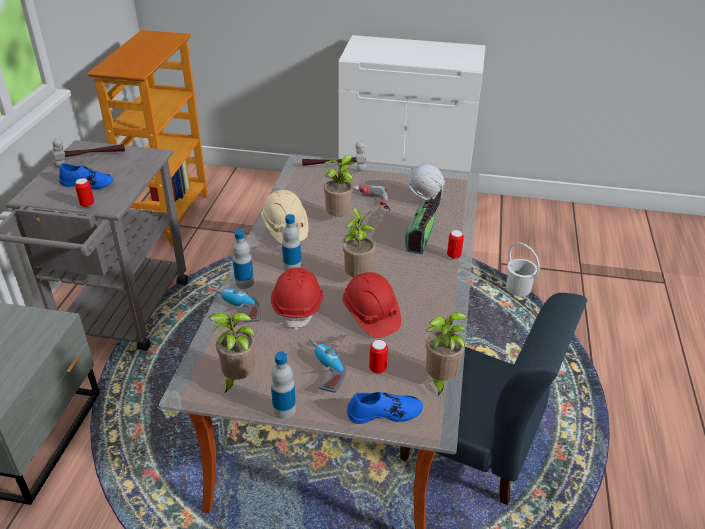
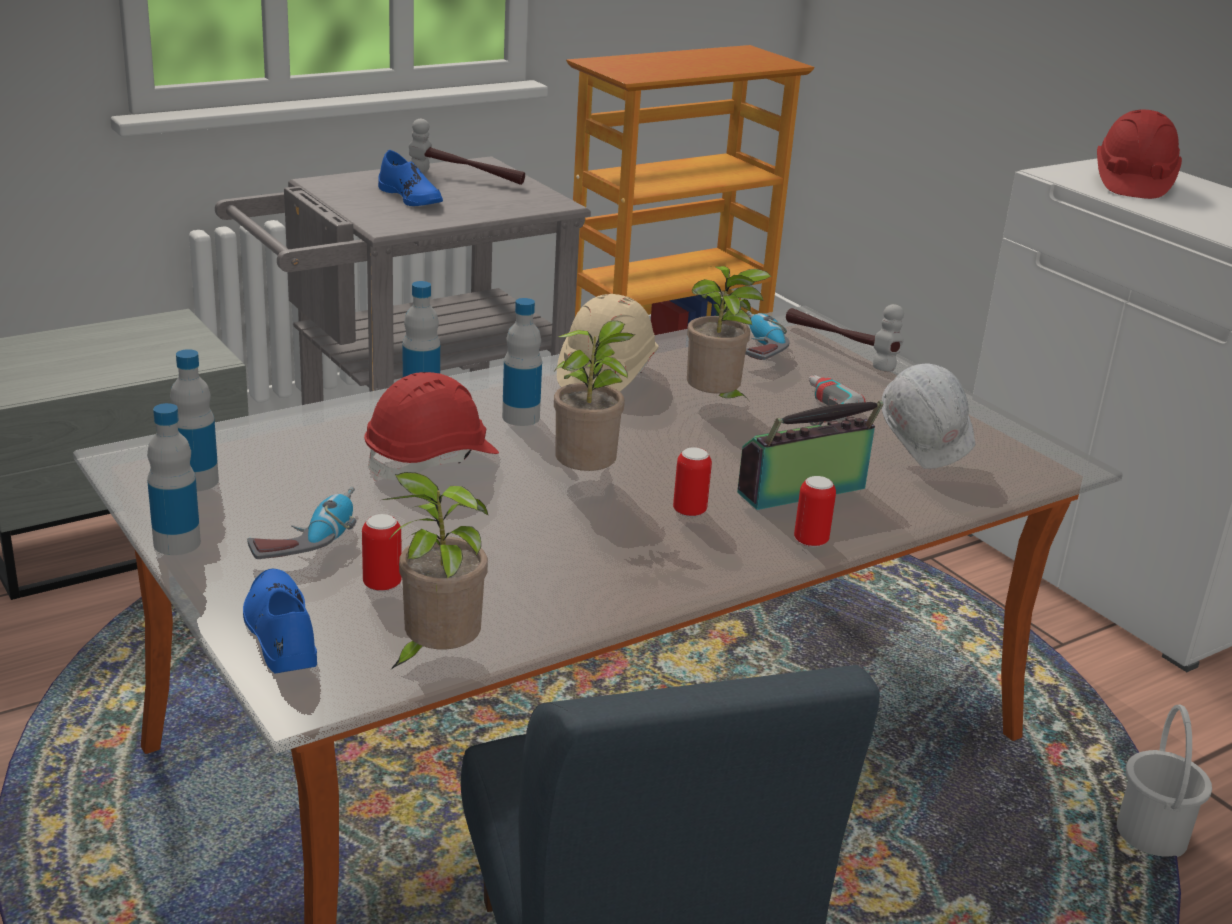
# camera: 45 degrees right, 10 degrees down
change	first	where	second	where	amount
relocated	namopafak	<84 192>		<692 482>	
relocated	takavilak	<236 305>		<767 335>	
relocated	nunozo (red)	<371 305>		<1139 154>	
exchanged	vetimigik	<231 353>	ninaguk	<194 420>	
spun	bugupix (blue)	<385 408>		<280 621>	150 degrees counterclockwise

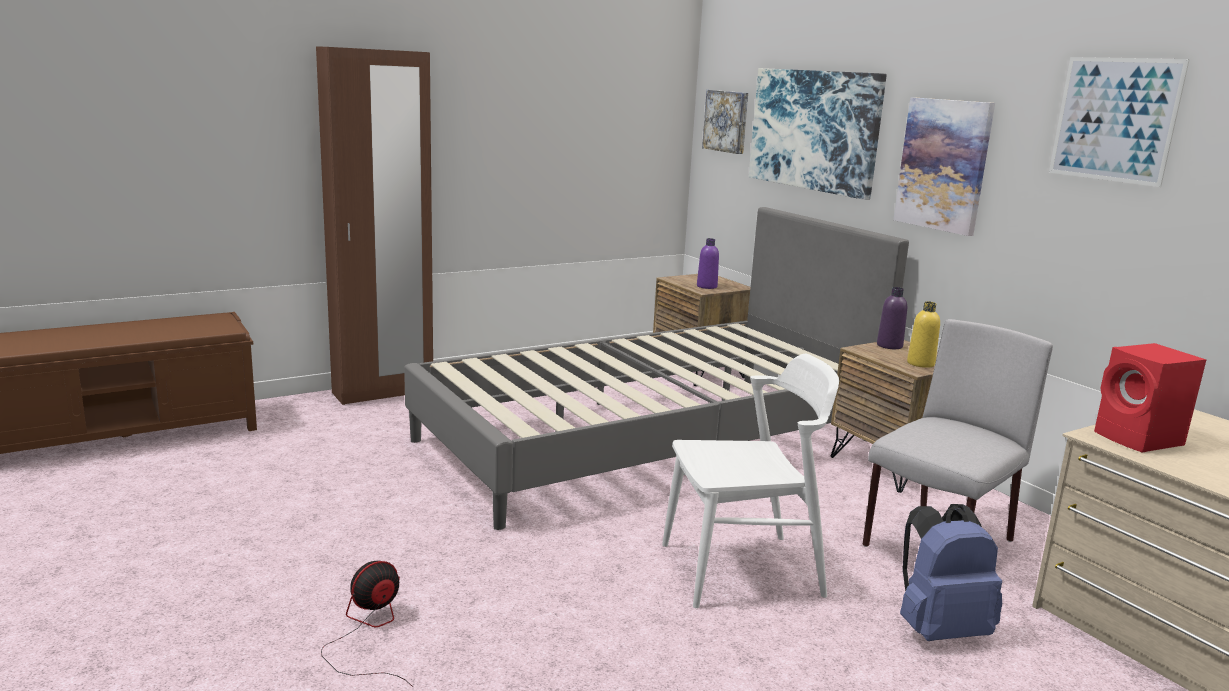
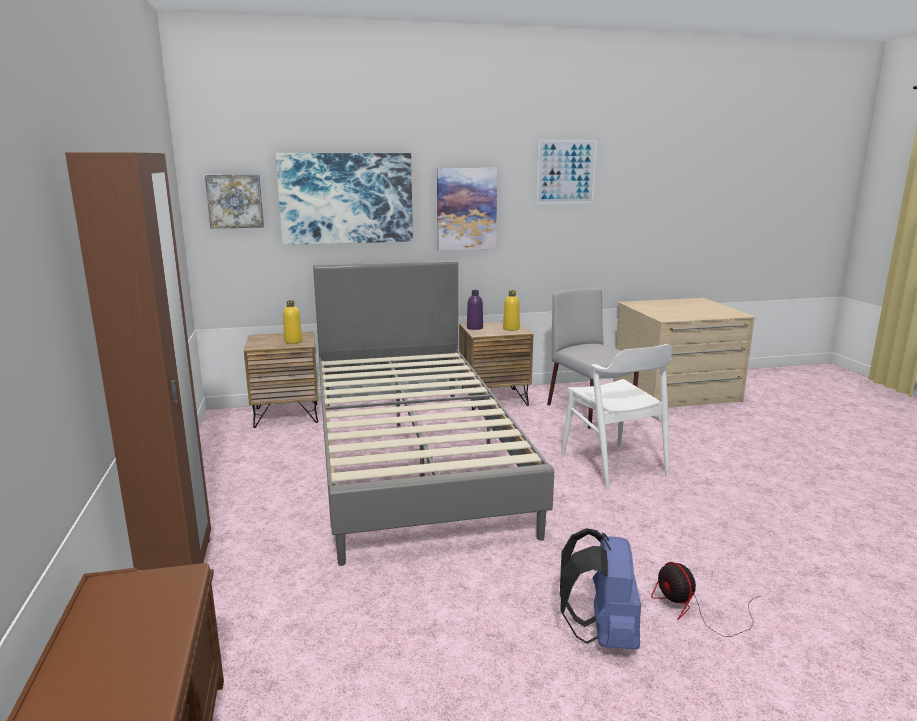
# camera: 70 degrees left, 0 degrees up
change	first	where	second	where	amount
missing	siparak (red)	<1150 398>			
relocated	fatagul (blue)	<951 572>		<600 588>	
colour	ninaguk (purple)	<708 263>	ninaguk (yellow)	<292 322>	
spun	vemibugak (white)	<750 481>		<616 417>	150 degrees clockwise

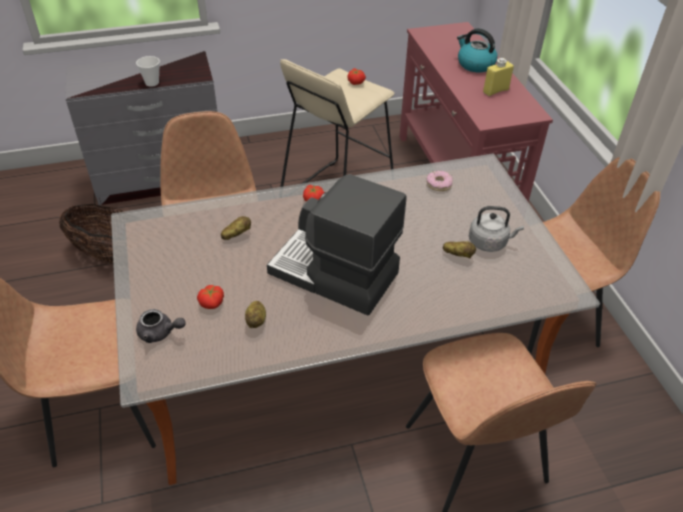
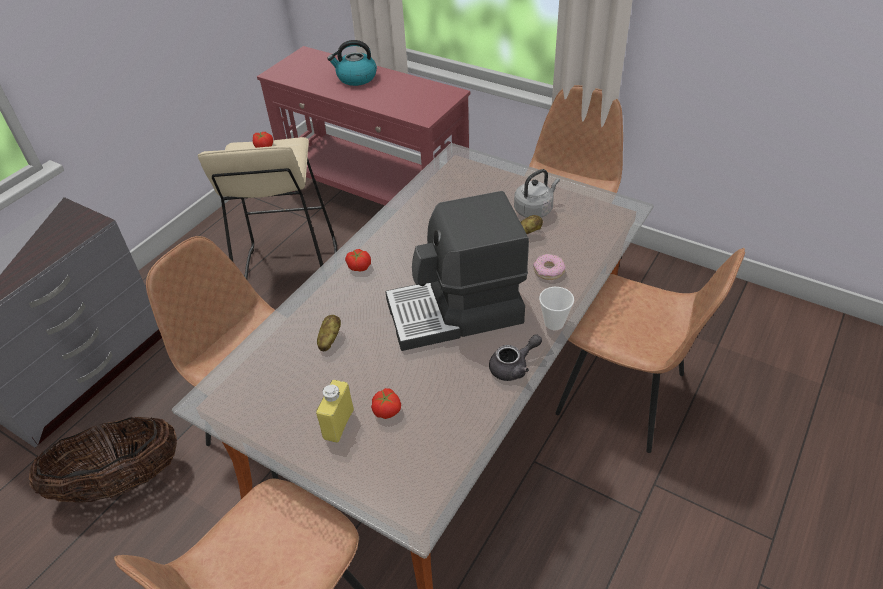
# camera: 40 degrees left, 0 degrees up
change	first	where	second	where	amount
missing	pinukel	<255 314>			
relocated	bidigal	<148 71>		<556 308>	
relocated	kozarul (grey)	<160 326>		<515 357>	
relocated	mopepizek	<439 181>		<549 267>	
relocated	ninaguk (yellow)	<498 77>		<335 411>	

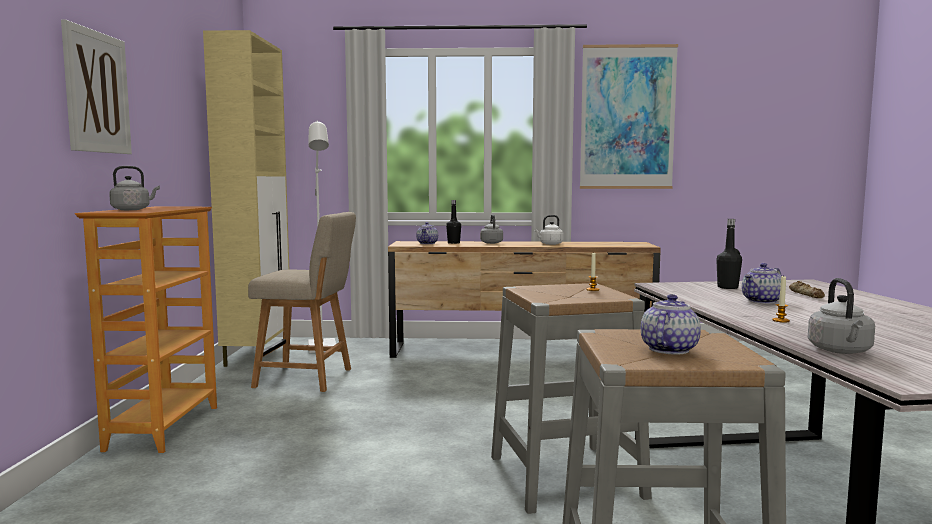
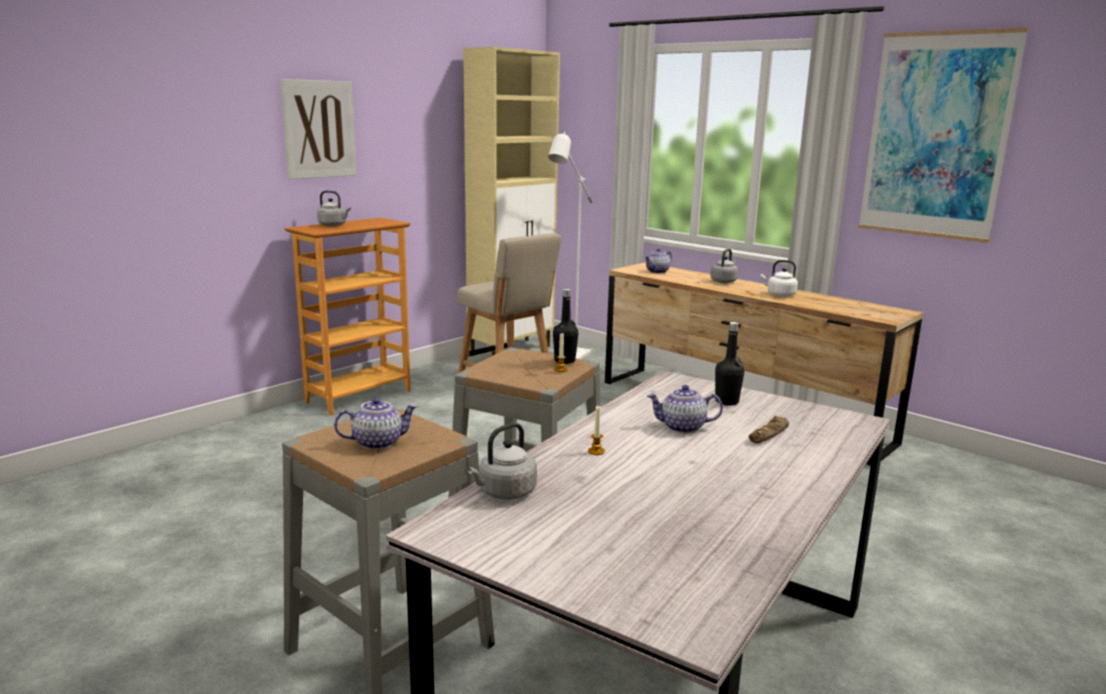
# camera: 40 degrees right, 10 degrees up
change	first	where	second	where	amount
relocated	ninaguk (black)	<453 222>		<565 326>	

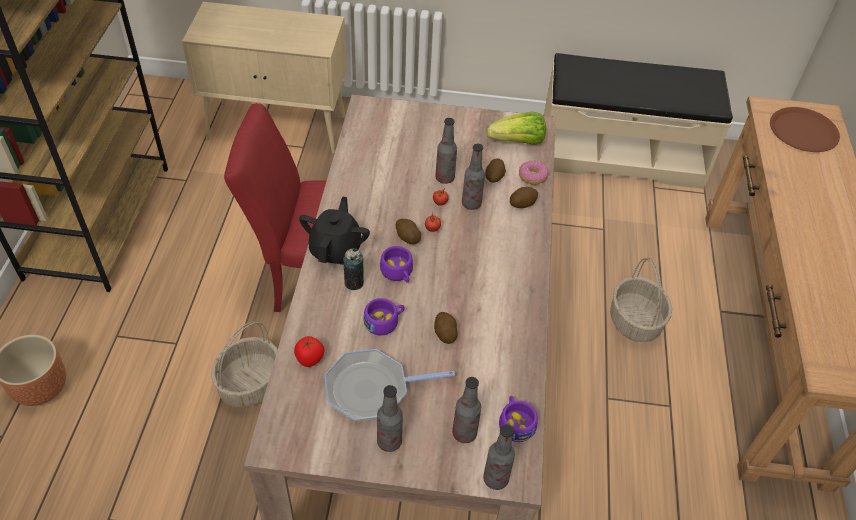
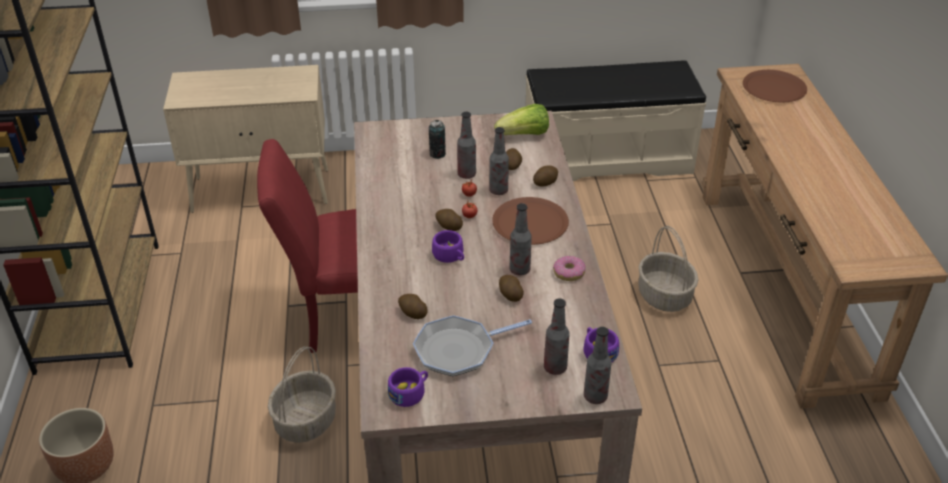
# camera: 10 degrees left, 10 degrees down
change	first	where	second	where	amount
missing	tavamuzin	<309 351>			
missing	kozarul (black)	<334 230>			
appeared			pinukel	<413 306>	
appeared			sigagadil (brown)	<530 221>	
relocated	namopafak	<353 269>		<437 139>	
relocated	bidigal (purple)	<384 316>		<408 387>	
relocated	ninaguk	<390 418>		<520 239>	
relocated	mopepizek	<534 173>		<569 268>	

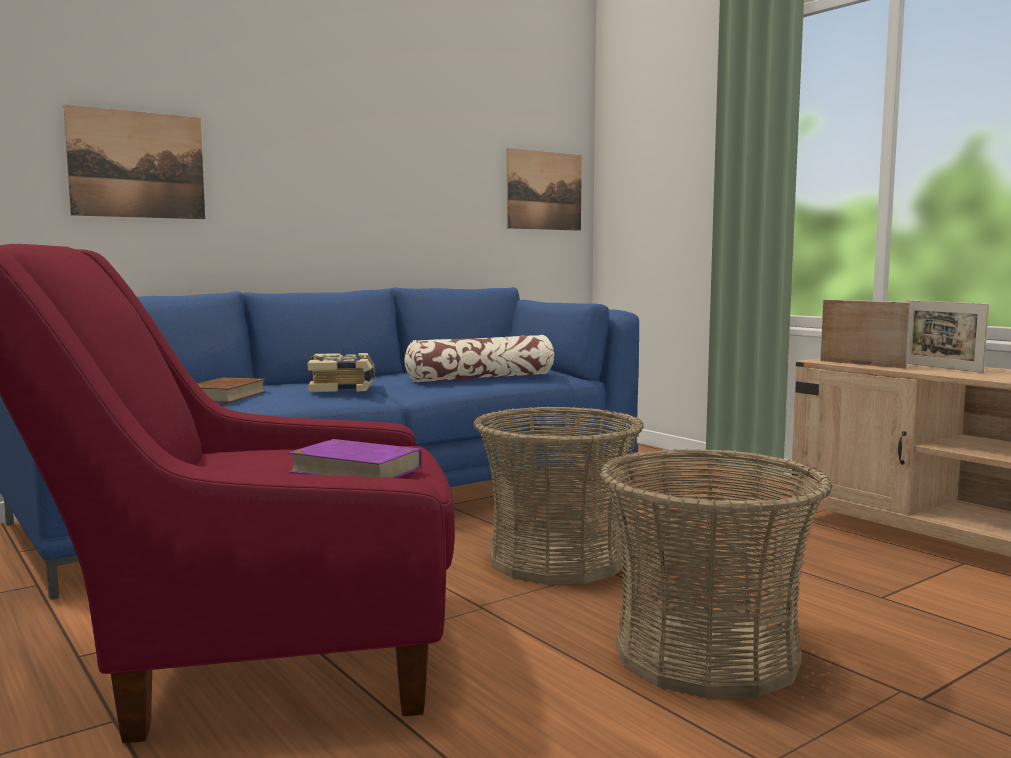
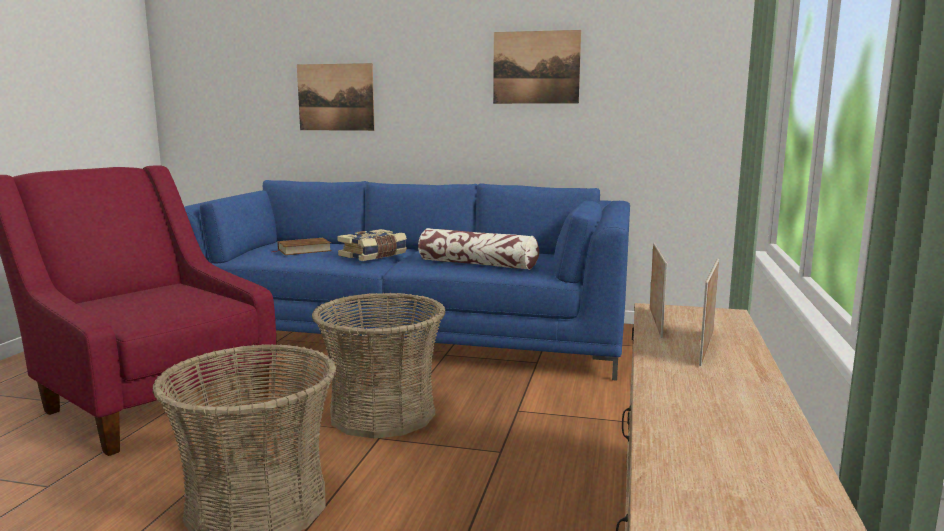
# camera: 50 degrees right, 5 degrees up
change	first	where	second	where	amount
missing	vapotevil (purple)	<355 458>			
relocated	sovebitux	<544 189>		<537 67>	

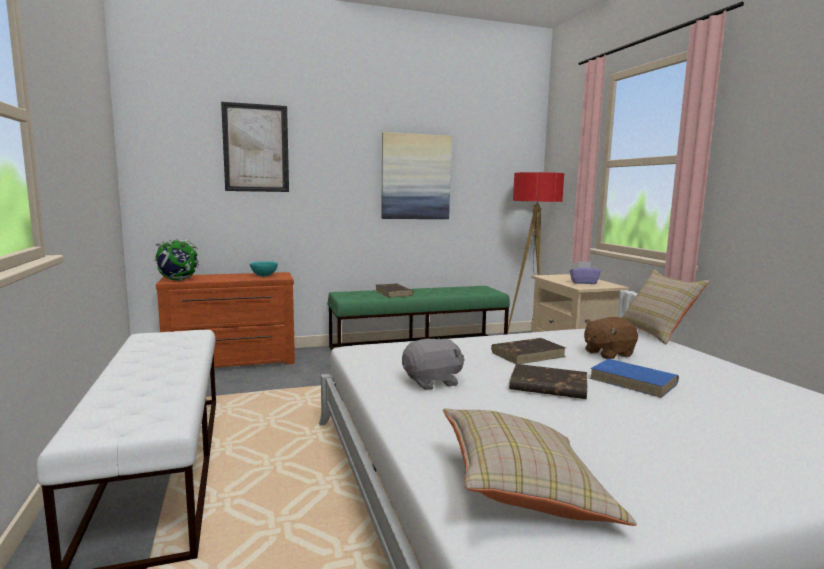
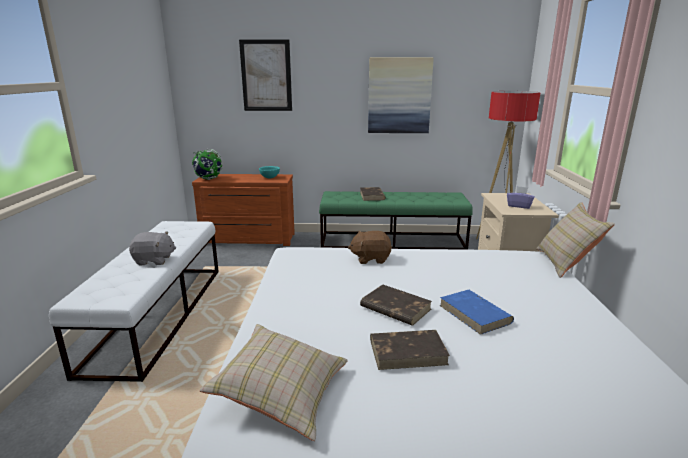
# camera: 20 degrees right, 10 degrees up
change	first	where	second	where	amount
relocated	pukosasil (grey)	<433 364>		<152 248>	
relocated	vapotevil (brown)	<528 351>		<410 350>	
relocated	pukosasil (brown)	<611 338>		<370 247>	

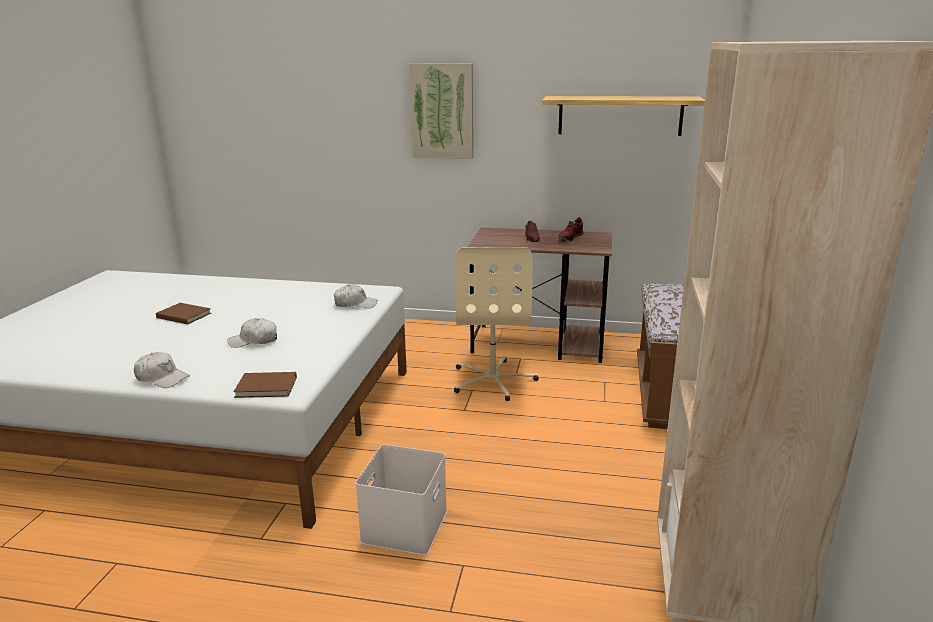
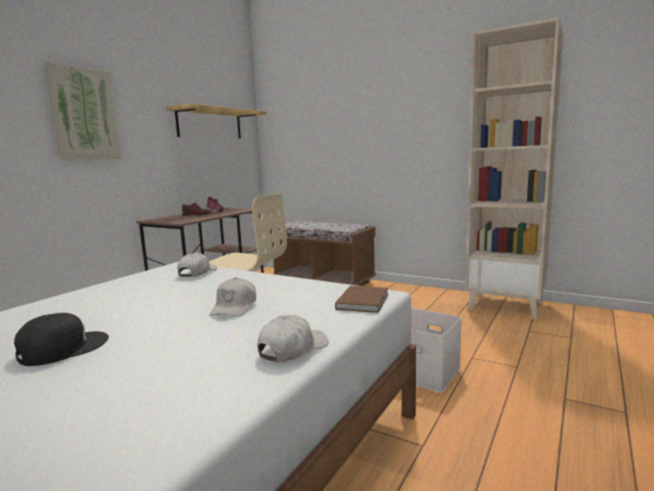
# camera: 70 degrees left, 10 degrees down
change	first	where	second	where	amount
exchanged	vapotevil (brown)	<183 313>	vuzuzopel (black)	<61 339>	

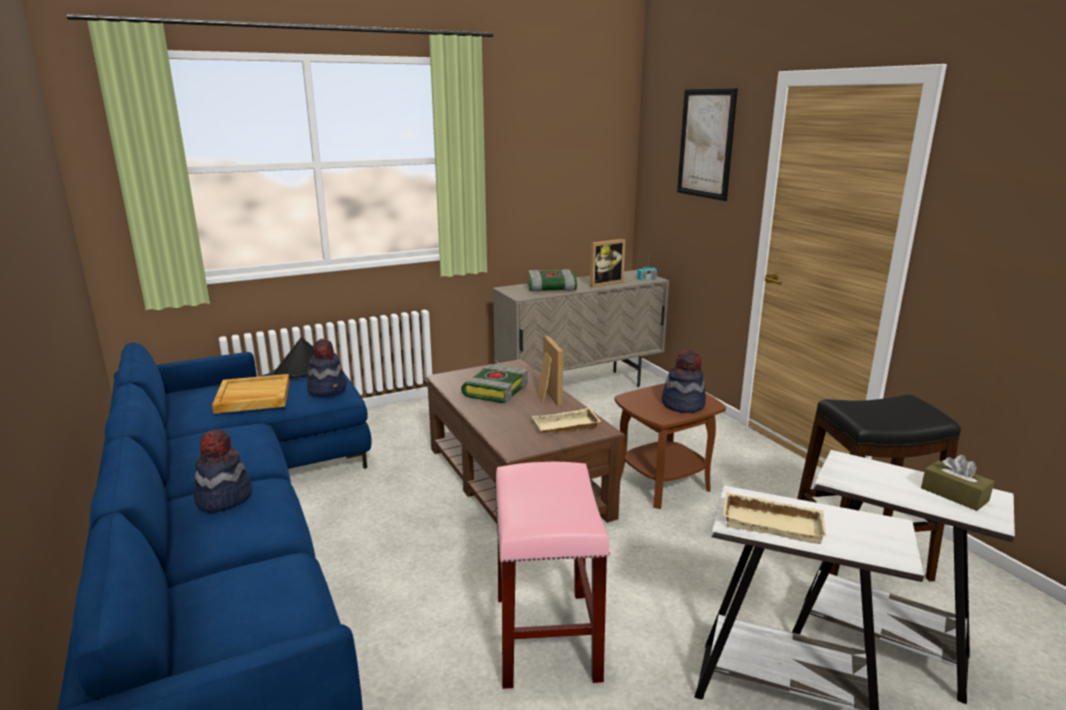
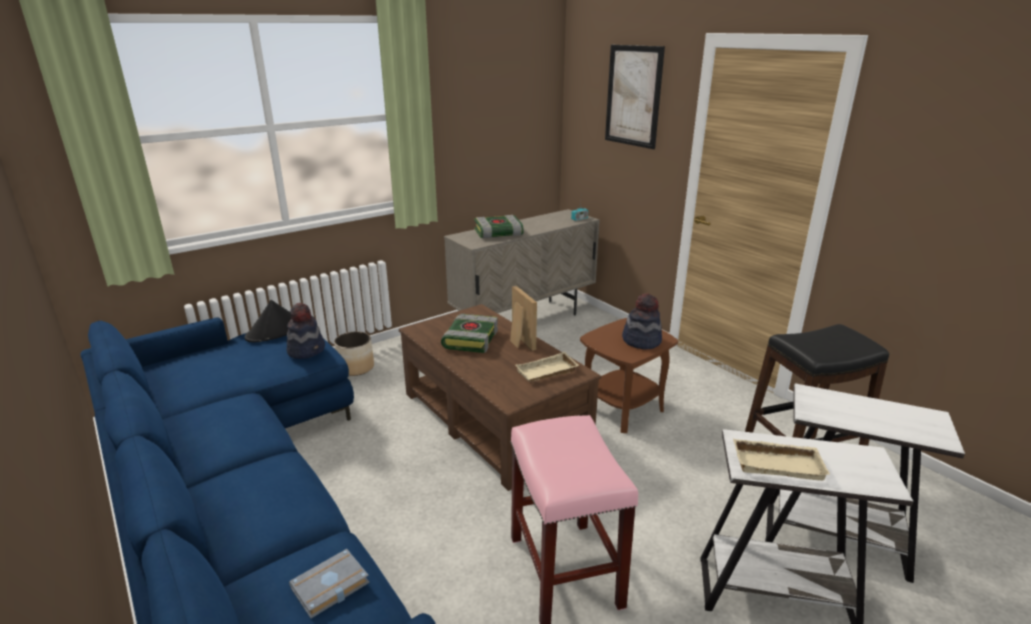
# camera: 10 degrees left, 5 degrees up
change	first	where	second	where	amount
missing	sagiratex	<223 471>			
missing	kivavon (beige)	<251 394>			
missing	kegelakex	<607 263>			
missing	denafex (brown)	<957 483>			
appeared			vapotevil (grey)	<329 583>	
appeared			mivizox	<354 353>	

